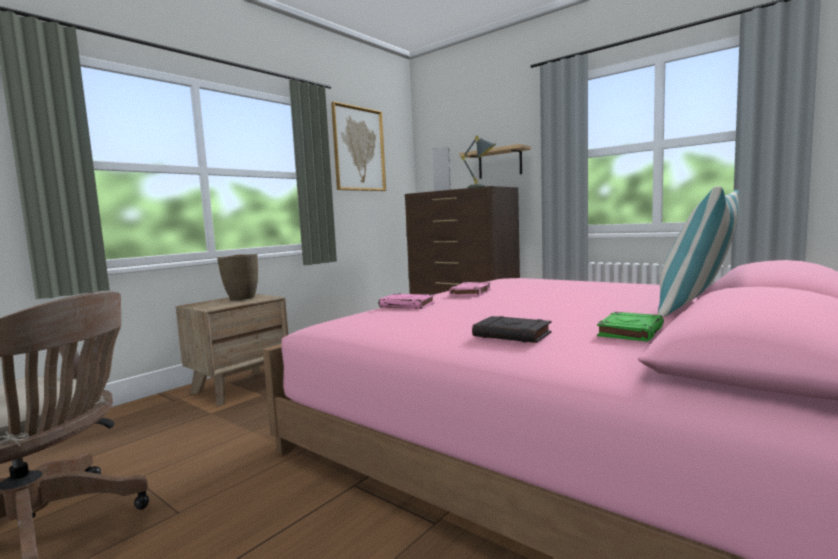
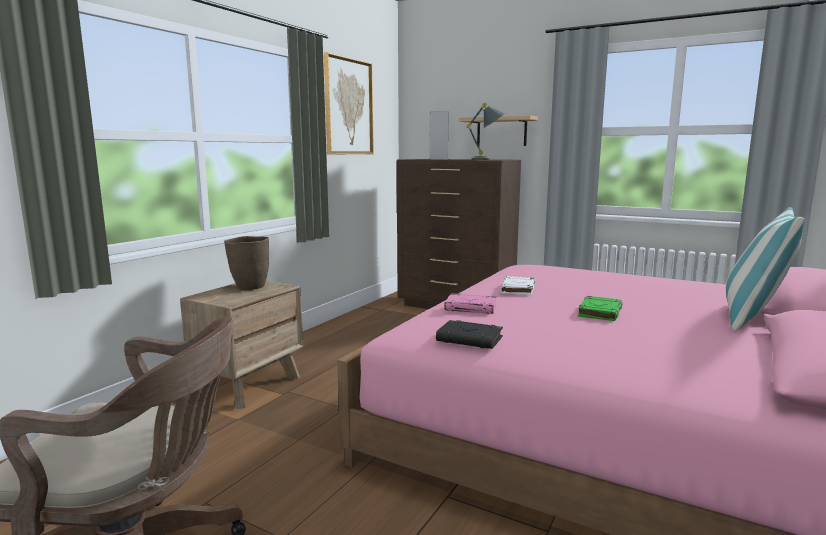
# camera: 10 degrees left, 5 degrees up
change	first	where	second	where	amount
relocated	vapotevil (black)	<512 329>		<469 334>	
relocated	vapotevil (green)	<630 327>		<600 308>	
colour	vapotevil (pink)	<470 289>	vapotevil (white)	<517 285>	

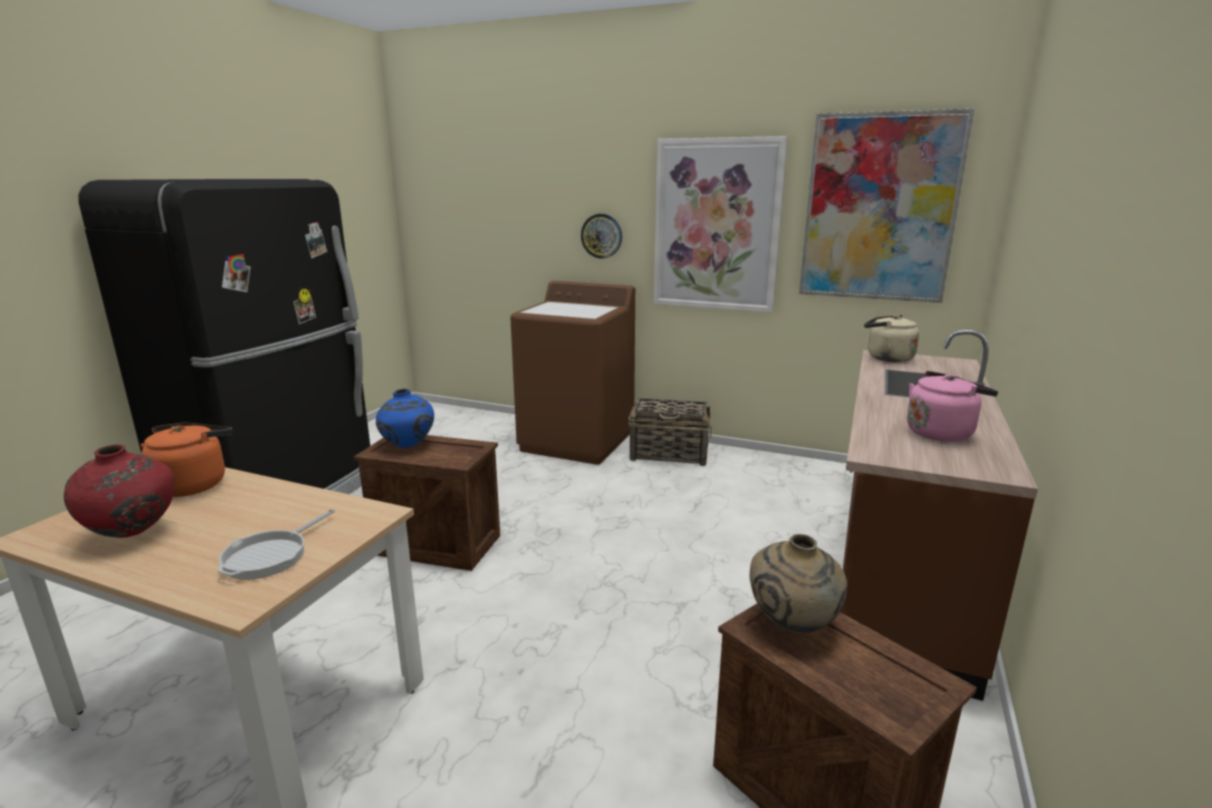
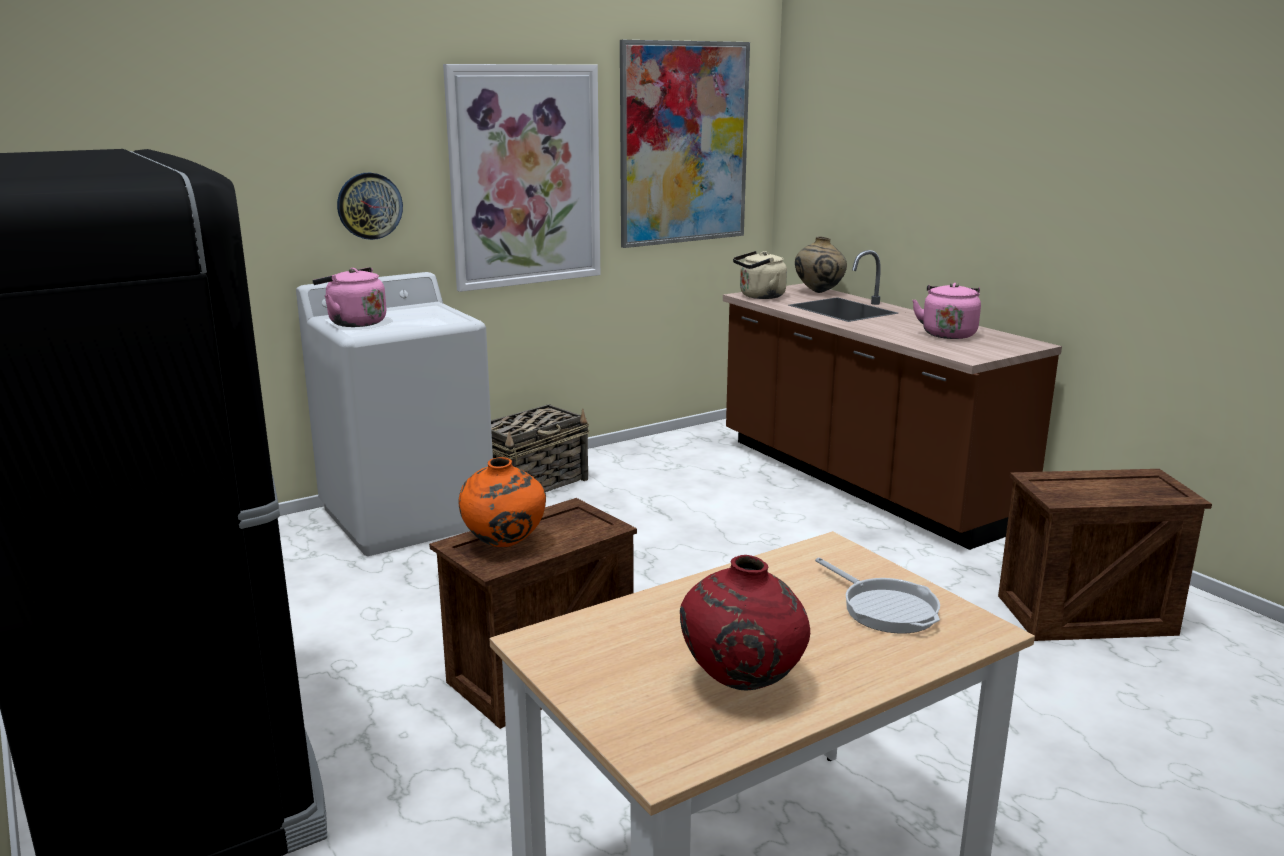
# camera: 55 degrees left, 0 degrees up
change	first	where	second	where	amount
missing	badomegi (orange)	<186 460>			
appeared			badomegi (pink)	<349 297>	
relocated	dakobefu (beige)	<798 583>		<821 264>	
colour	dakobefu (blue)	<405 418>	dakobefu (orange)	<502 502>	
colour	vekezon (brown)	<572 373>	vekezon (white)	<394 414>	

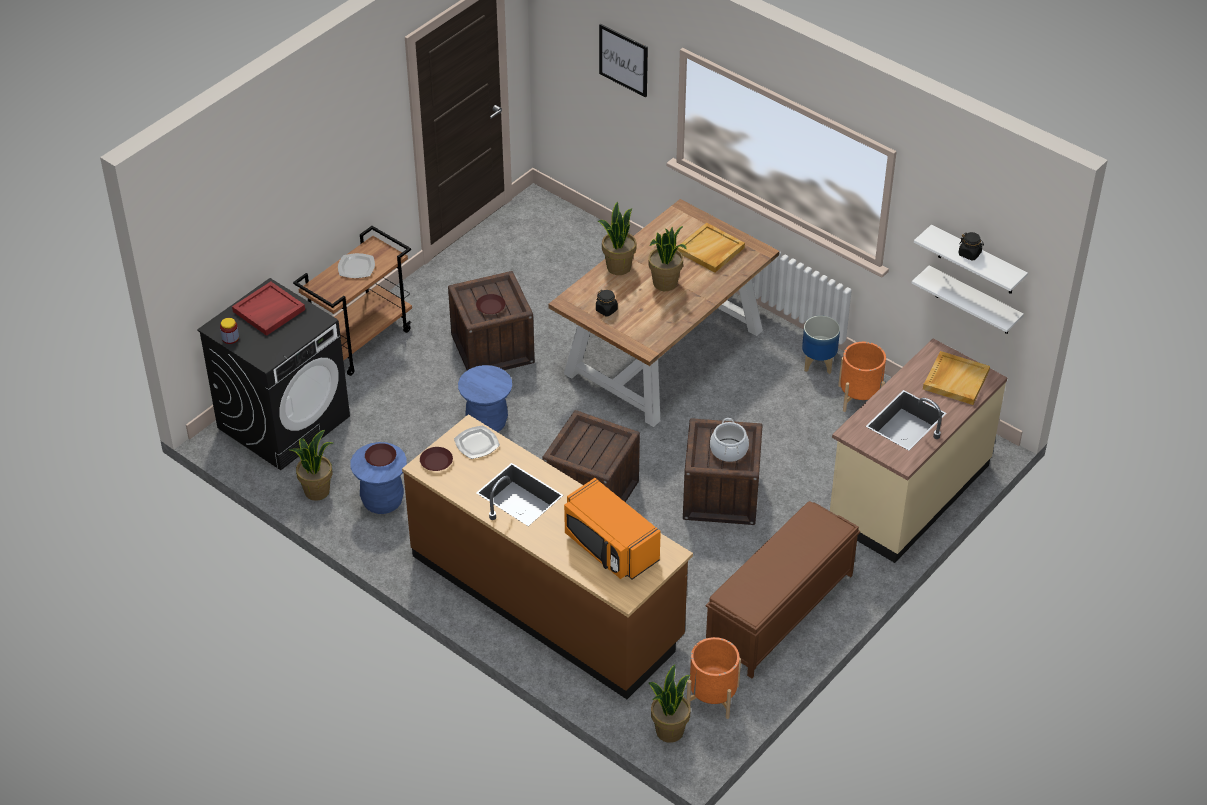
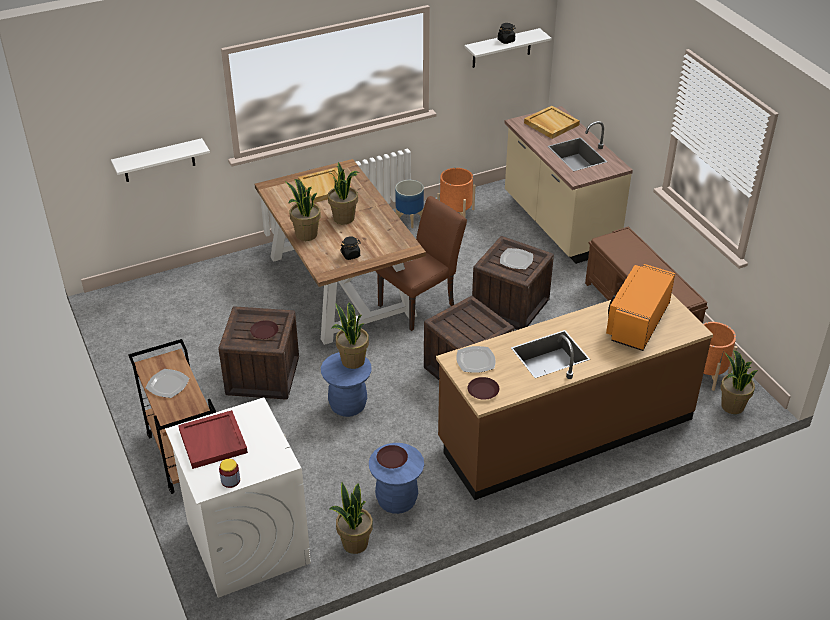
# camera: 65 degrees left, 5 degrees down
change	first	where	second	where	amount
missing	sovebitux	<623 60>			
appeared			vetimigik	<350 336>	
appeared			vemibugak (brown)	<421 263>	
relocated	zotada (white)	<968 300>		<160 160>	
exchanged	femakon	<729 440>	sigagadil	<516 258>	
colour	vekezon (black)	<273 374>	vekezon (white)	<238 498>	
spun	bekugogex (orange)	<612 528>		<640 307>	135 degrees clockwise

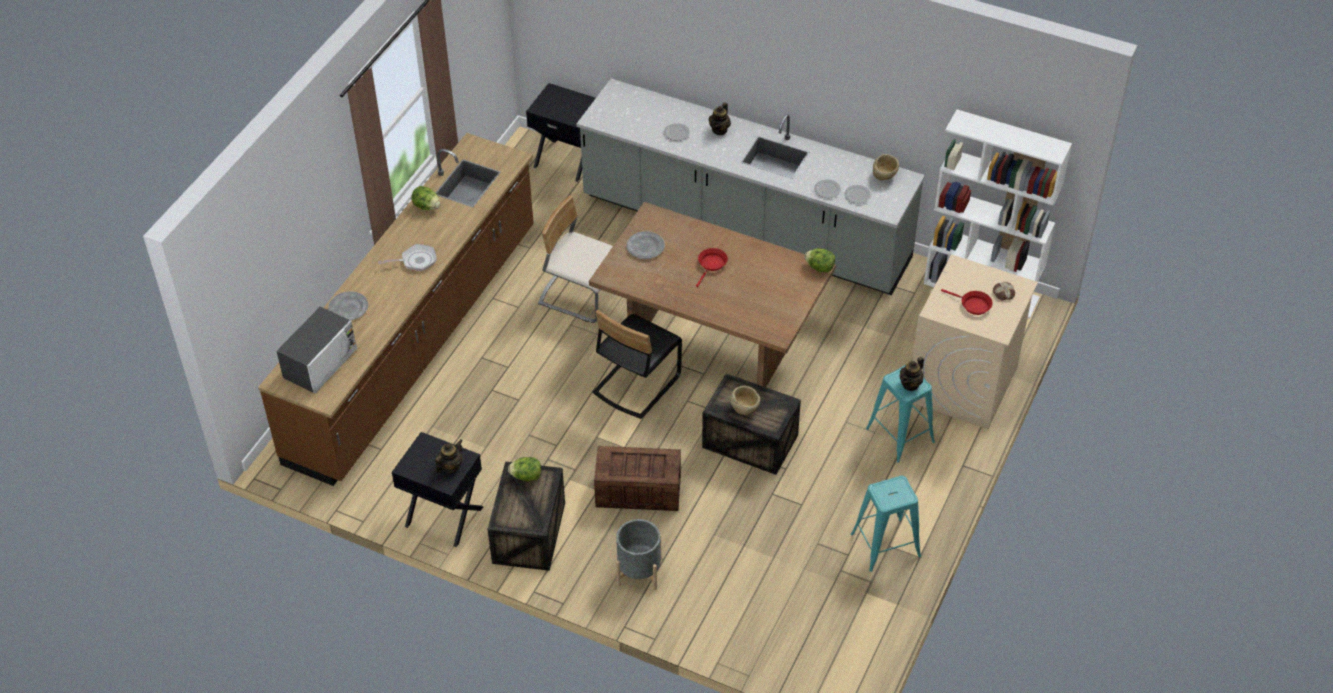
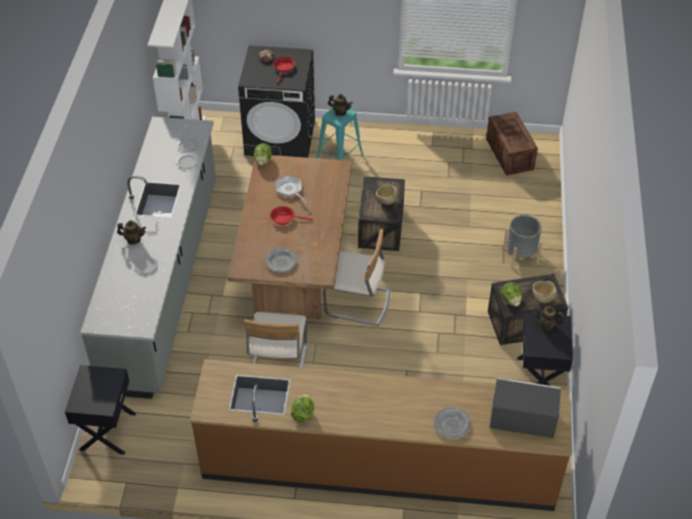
# camera: 110 degrees left, 0 degrees up
change	first	where	second	where	amount
missing	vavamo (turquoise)	<886 523>			
relocated	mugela	<407 257>		<291 189>	
relocated	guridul	<637 478>		<512 144>	
relocated	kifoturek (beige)	<886 167>		<544 292>	
colour	vemibugak (black)	<637 364>	vemibugak (beige)	<356 277>	
colour	vekezon (beige)	<975 342>	vekezon (black)	<276 101>	

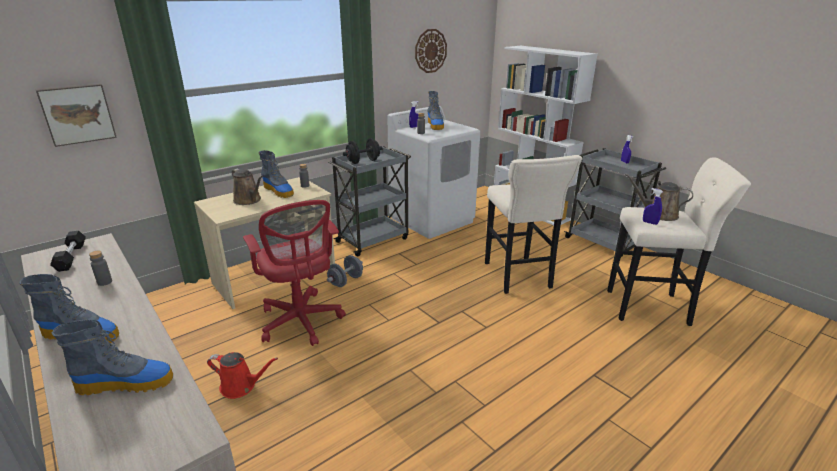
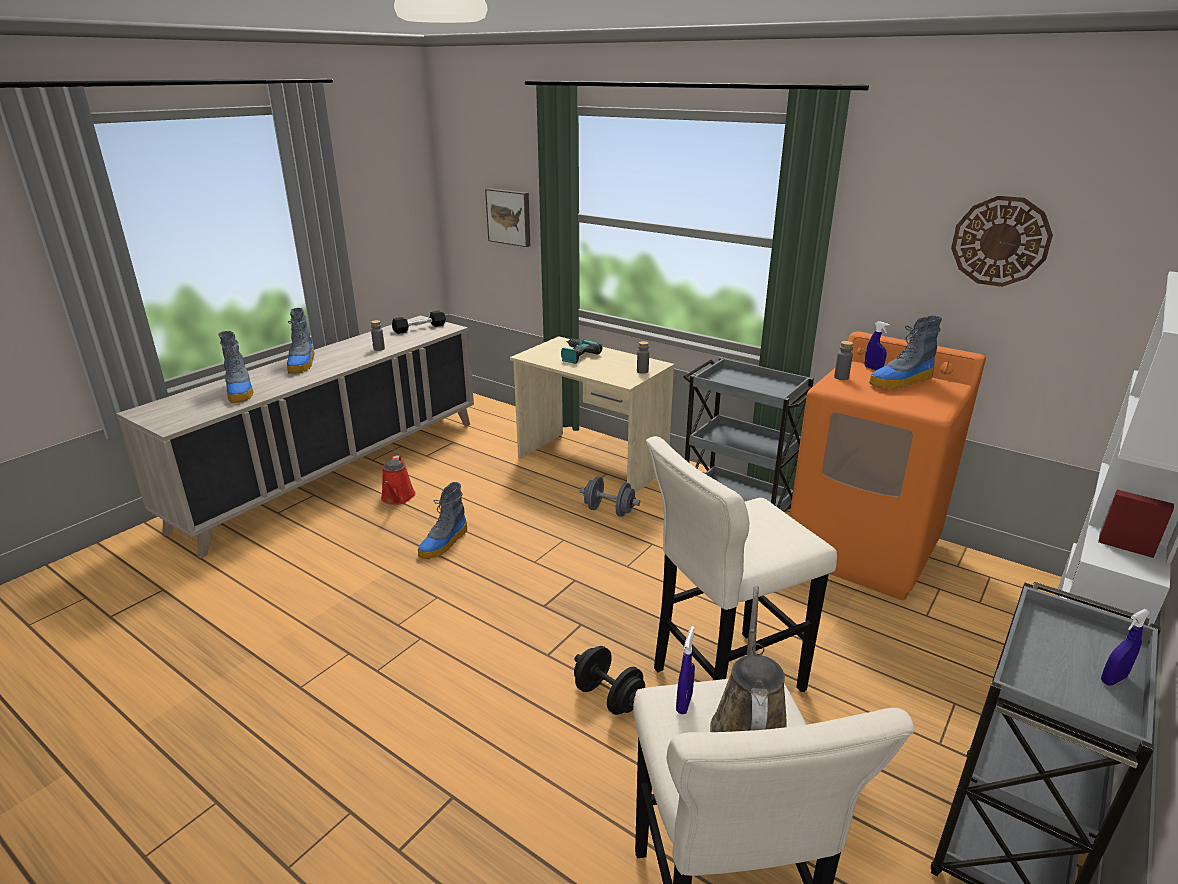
# camera: 75 degrees right, 0 degrees up
change	first	where	second	where	amount
missing	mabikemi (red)	<294 273>			
relocated	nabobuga	<276 174>		<442 520>	
relocated	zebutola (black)	<363 151>		<609 680>	
exchanged	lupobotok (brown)	<247 187>	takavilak	<581 351>	
colour	vekezon (white)	<434 172>	vekezon (orange)	<888 465>	

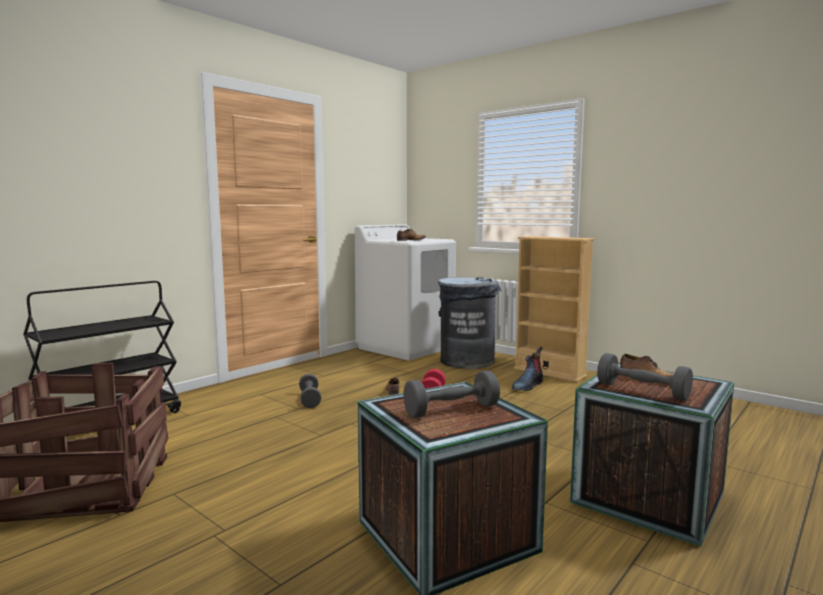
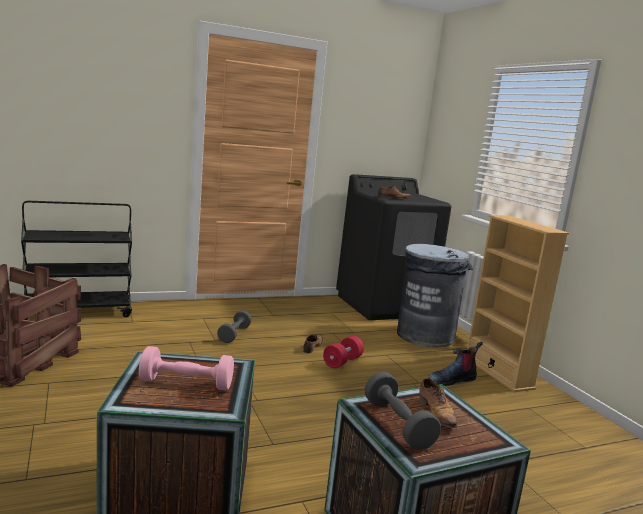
# camera: 25 degrees right, 5 degrees up
change	first	where	second	where	amount
colour	vekezon (white)	<405 292>	vekezon (black)	<393 247>	
colour	zebutola (grey)	<451 394>	zebutola (pink)	<186 368>	

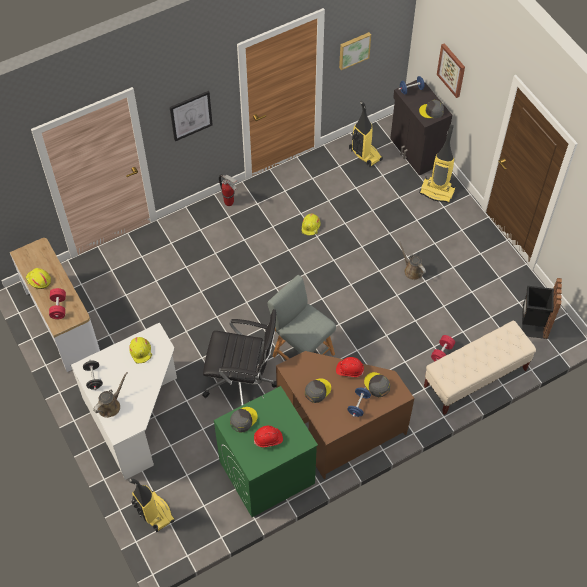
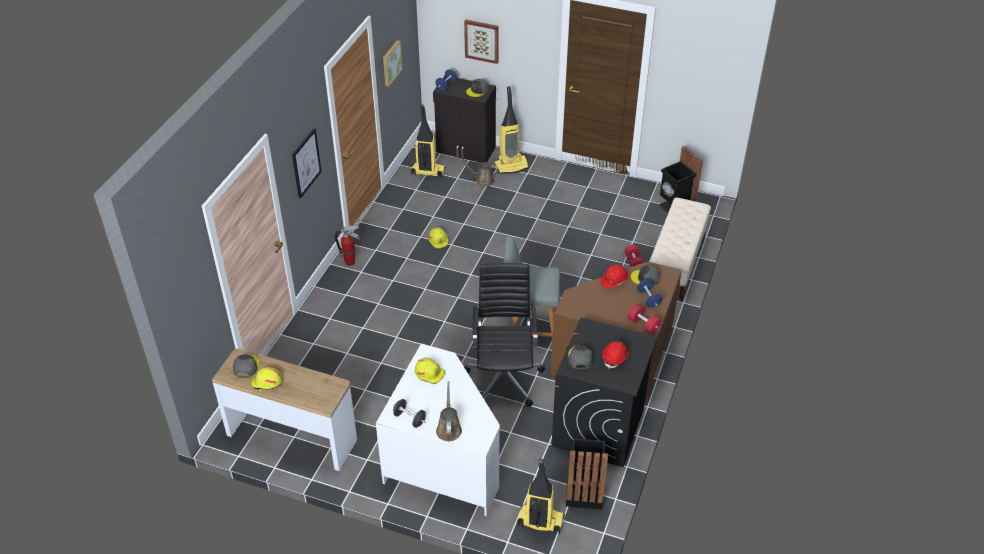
# camera: 40 degrees left, 15 degrees down
change	first	where	second	where	amount
appeared			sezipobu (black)	<587 474>	
relocated	zebutola (red)	<57 303>		<645 319>	
relocated	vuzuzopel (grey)	<318 390>		<246 366>	
relocated	lupobotok (brown)	<412 260>		<479 172>	
colour	vekezon (green)	<266 451>	vekezon (black)	<604 392>	
spun	mabikemi (black)	<239 357>		<504 335>	60 degrees counterclockwise

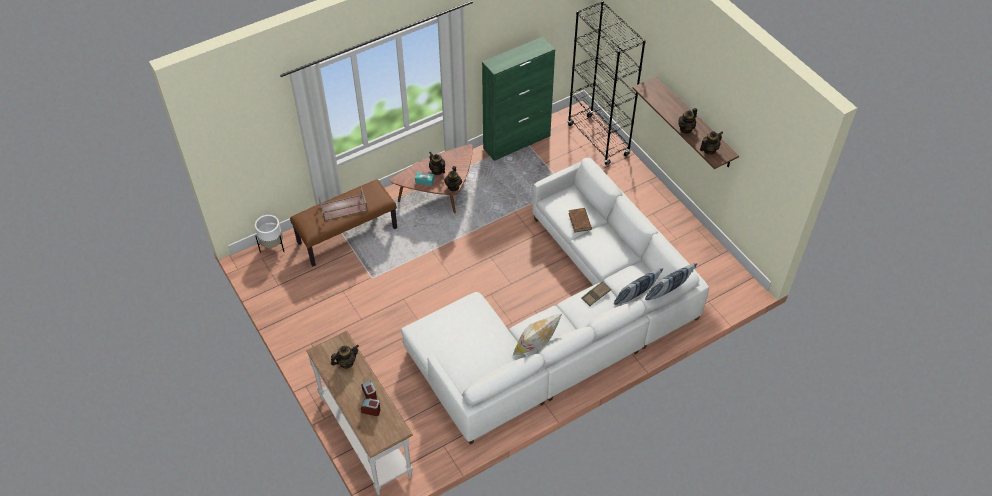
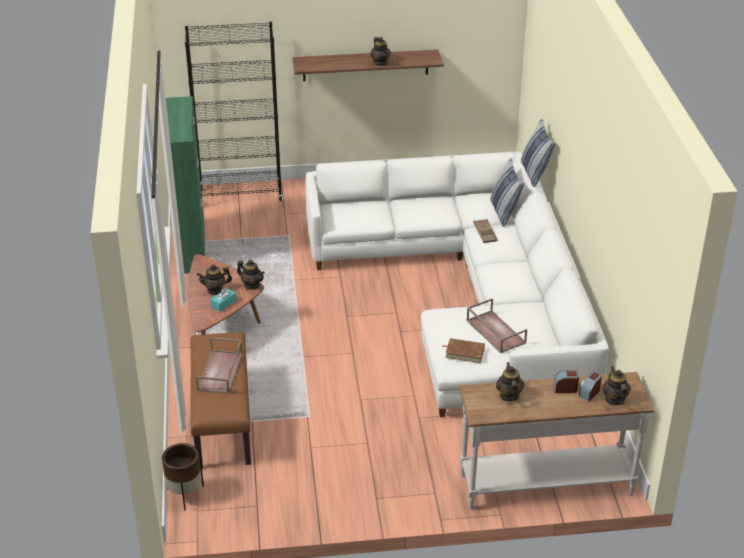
# camera: 65 degrees left, 15 degrees down
change	first	where	second	where	amount
missing	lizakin	<537 335>			
appeared			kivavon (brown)	<496 325>	
relocated	vapotevil (brown)	<580 220>		<464 350>	
relocated	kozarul	<712 142>		<616 385>	
colour	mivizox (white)	<269 234>	mivizox (brown)	<183 477>	

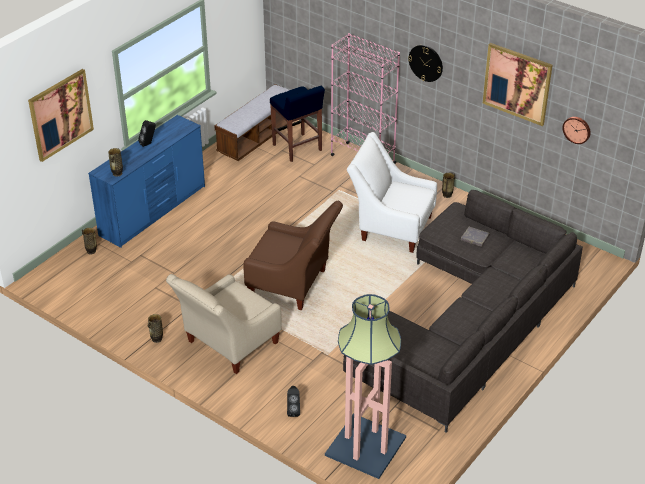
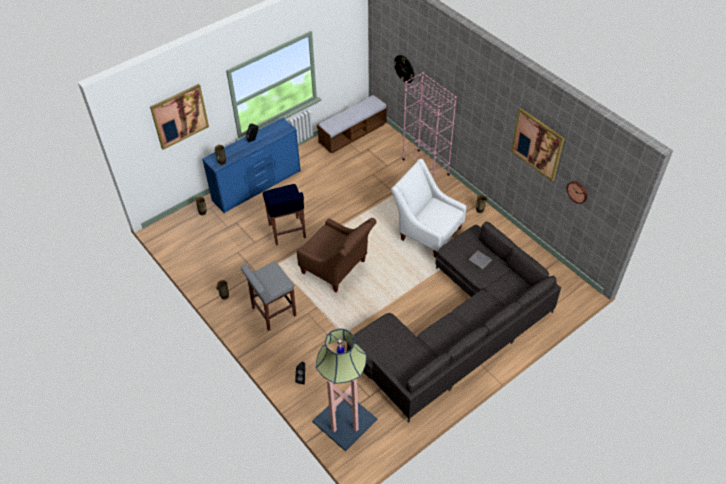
# camera: 15 degrees right, 10 degrees up
change	first	where	second	where	amount
relocated	vavamo (blue)	<297 124>		<284 215>	
relocated	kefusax	<425 63>		<403 69>	
exchanged	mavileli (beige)	<224 324>	vavamo (grey)	<268 296>	

